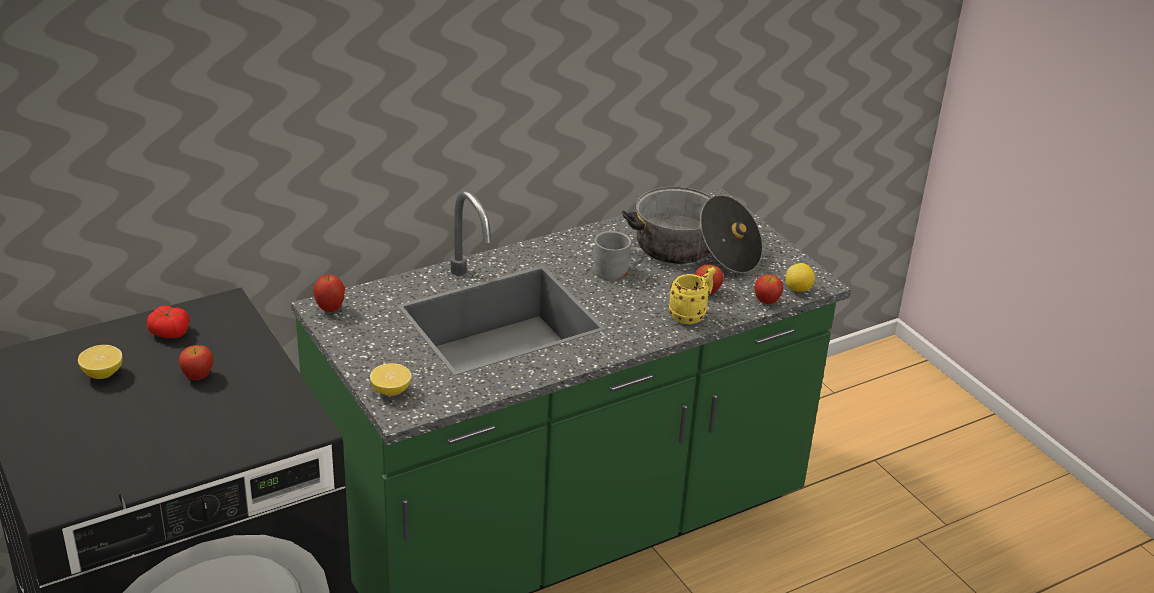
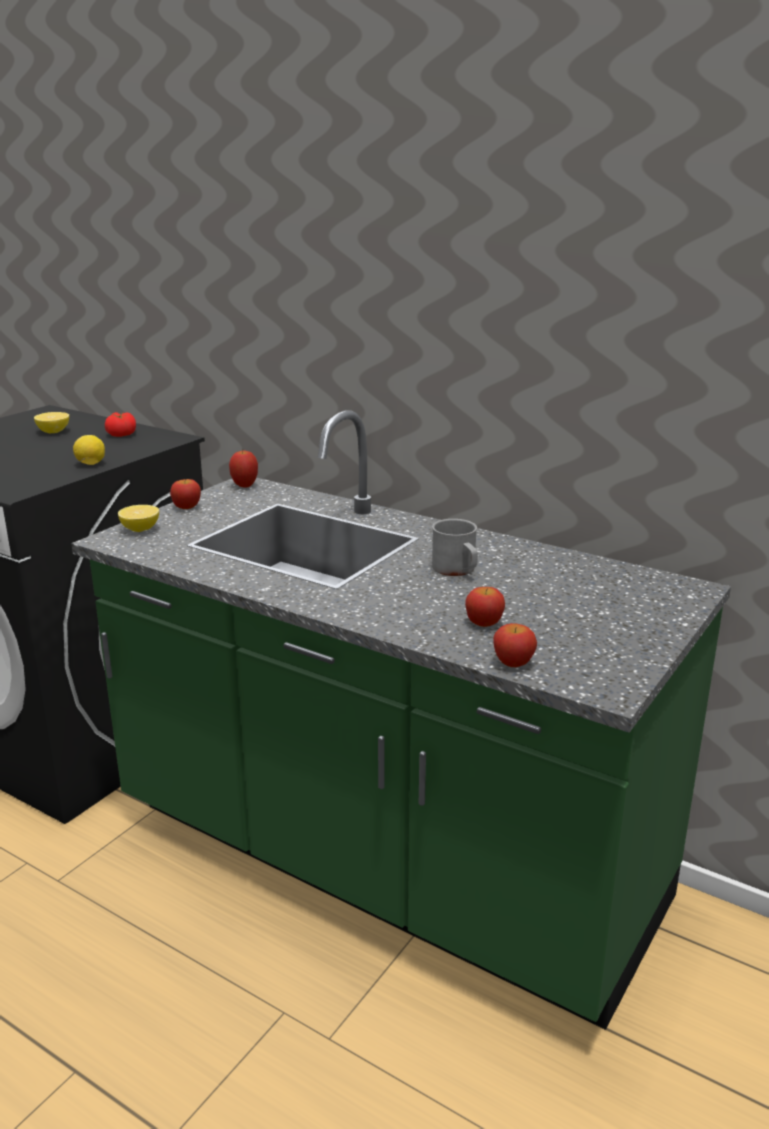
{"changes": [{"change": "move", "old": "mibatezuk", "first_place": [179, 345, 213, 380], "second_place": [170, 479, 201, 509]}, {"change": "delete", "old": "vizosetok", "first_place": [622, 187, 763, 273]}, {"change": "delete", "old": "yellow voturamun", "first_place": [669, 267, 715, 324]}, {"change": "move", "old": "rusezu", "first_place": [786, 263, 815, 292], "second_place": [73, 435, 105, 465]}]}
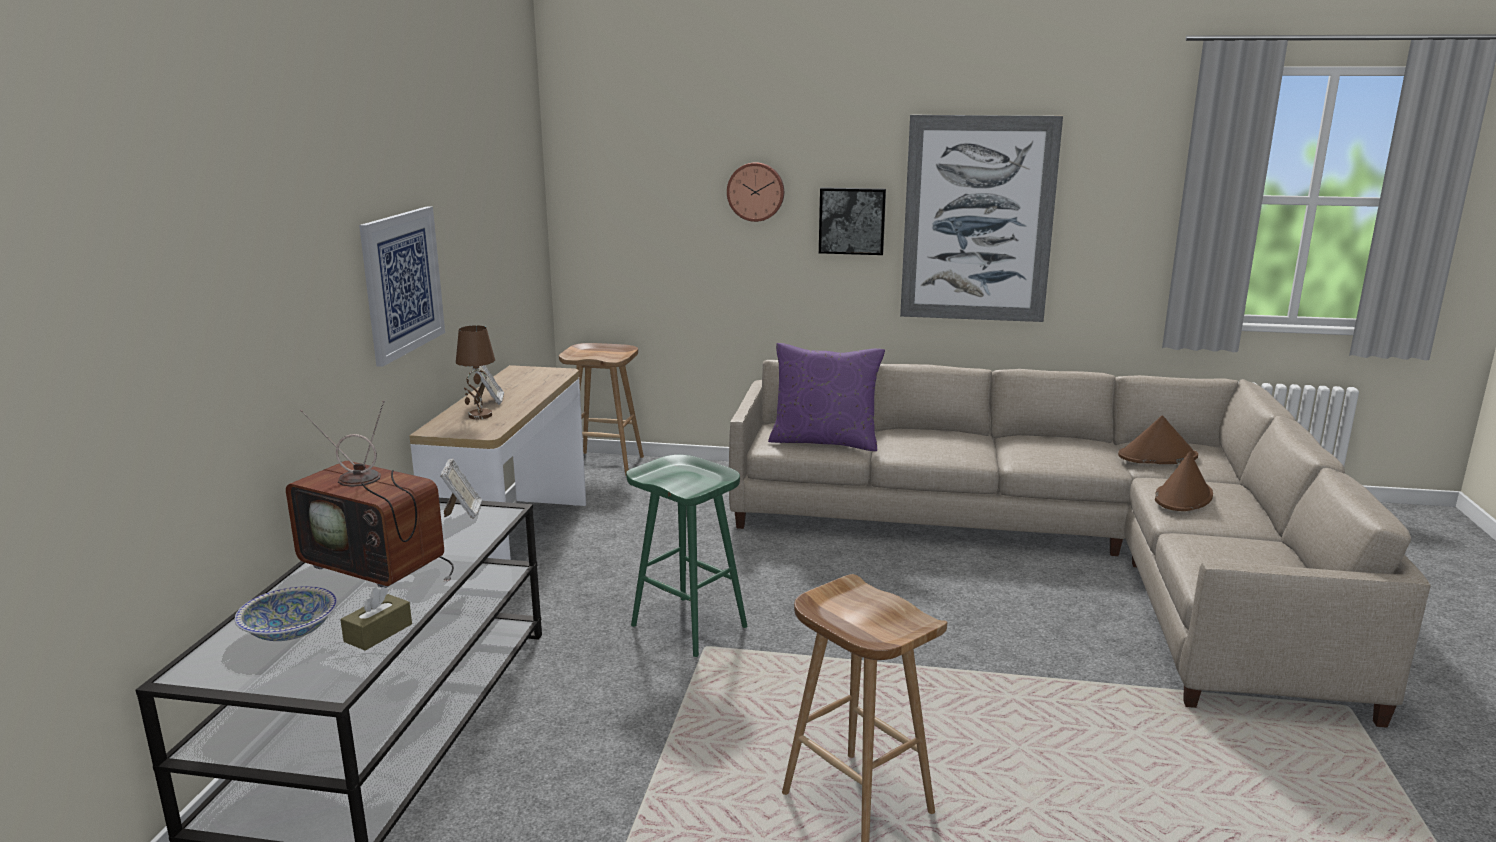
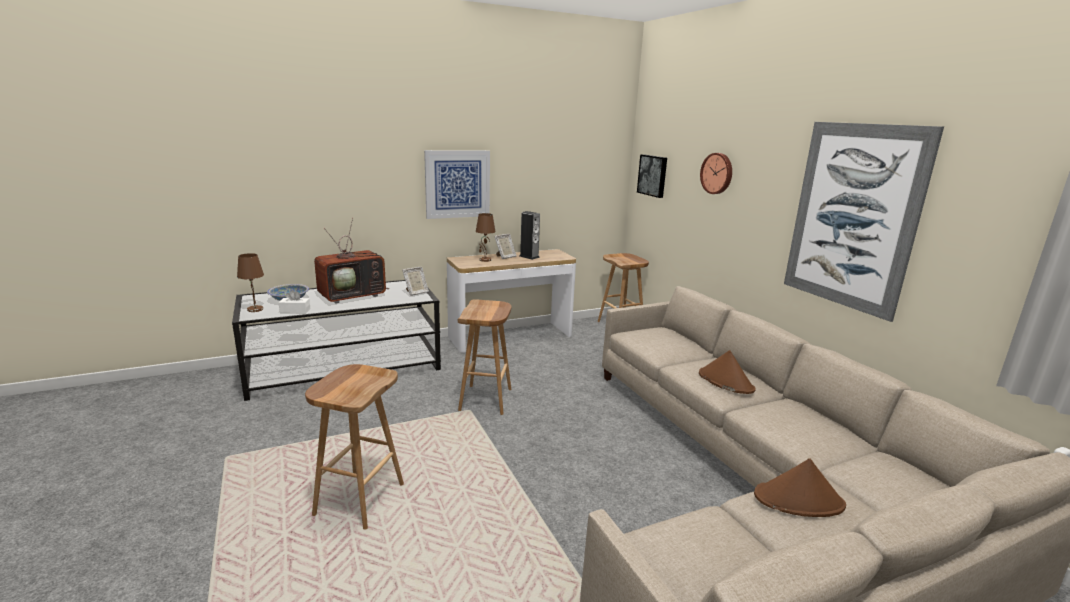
{"changes": [{"change": "rotate", "old": "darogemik", "first_place": [286, 400, 454, 588], "second_place": [314, 218, 390, 304], "degrees": -120}, {"change": "recolor", "old": "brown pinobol", "new": "white pinobol", "first_place": [340, 587, 412, 651], "second_place": [278, 290, 310, 313]}, {"change": "recolor", "old": "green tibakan", "new": "brown tibakan", "first_place": [626, 455, 747, 657], "second_place": [458, 299, 512, 415]}, {"change": "delete", "old": "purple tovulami", "first_place": [768, 343, 885, 451]}, {"change": "move", "old": "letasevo", "first_place": [819, 187, 886, 255], "second_place": [637, 154, 667, 198]}, {"change": "move", "old": "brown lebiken", "first_place": [1118, 416, 1198, 464], "second_place": [699, 350, 756, 394]}, {"change": "insert", "new": "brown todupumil", "second_place": [237, 253, 264, 312]}, {"change": "insert", "new": "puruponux", "second_place": [520, 211, 540, 260]}]}
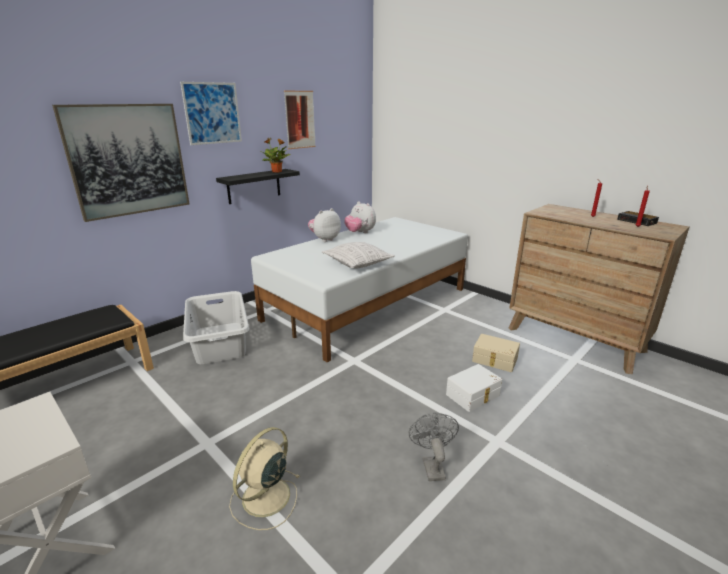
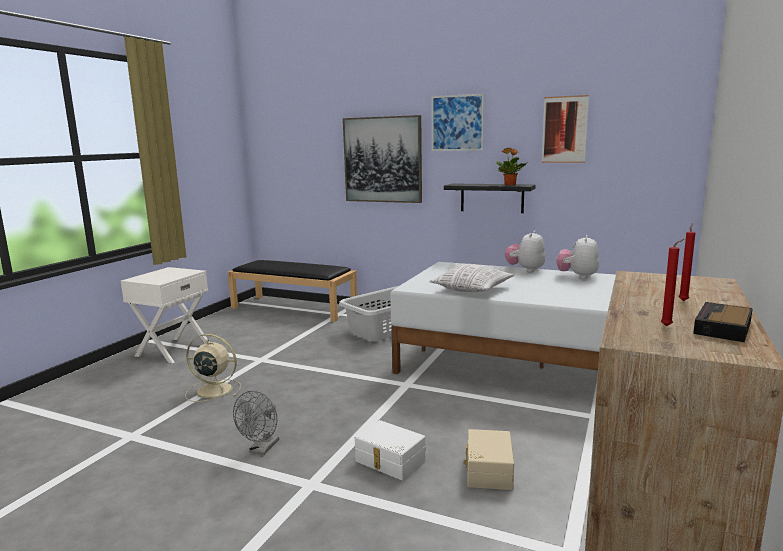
{"changes": [{"change": "rotate", "old": "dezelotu", "first_place": [308, 208, 341, 242], "second_place": [505, 231, 546, 272], "degrees": -90}, {"change": "rotate", "old": "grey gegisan", "first_place": [409, 413, 459, 481], "second_place": [233, 391, 279, 455], "degrees": 135}]}
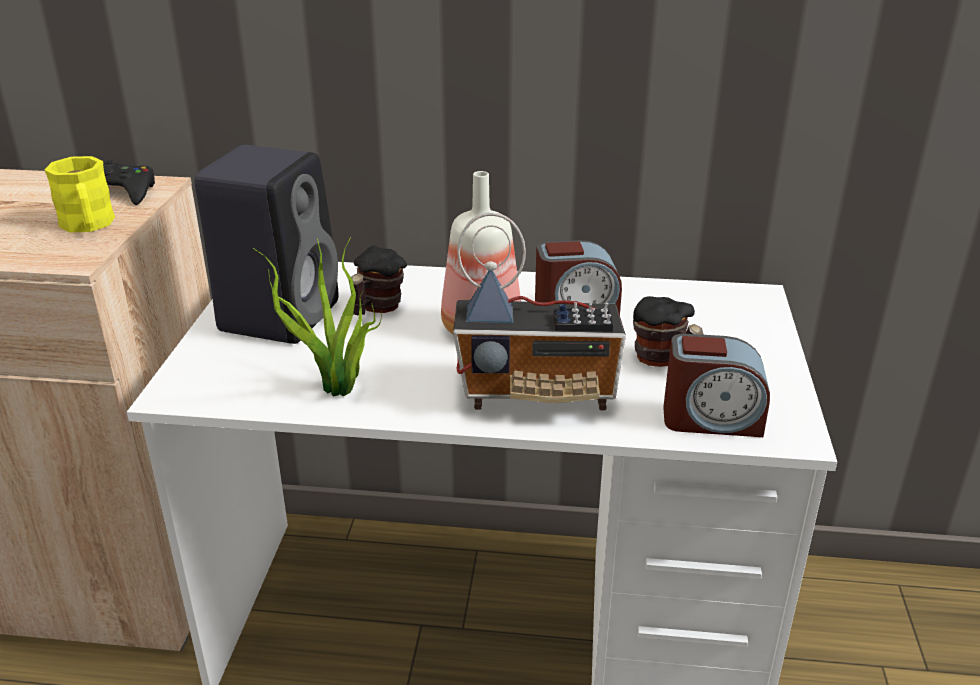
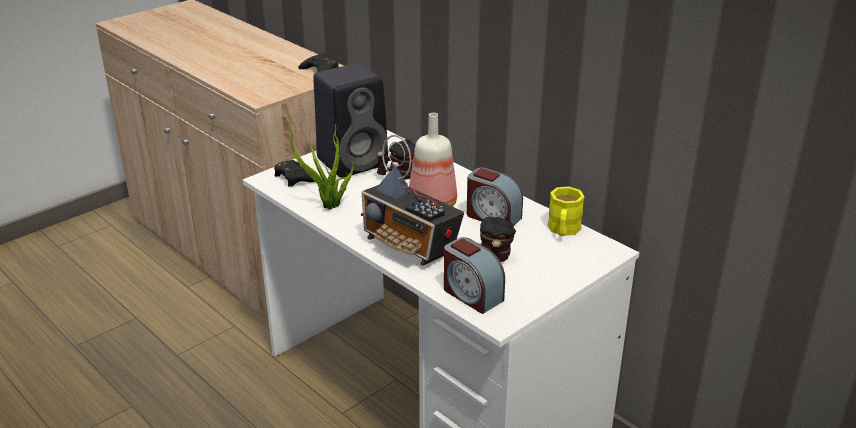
{"changes": [{"change": "move", "old": "yellow voturamun", "first_place": [45, 156, 115, 233], "second_place": [548, 186, 585, 236]}, {"change": "insert", "new": "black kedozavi", "second_place": [274, 160, 315, 187]}]}
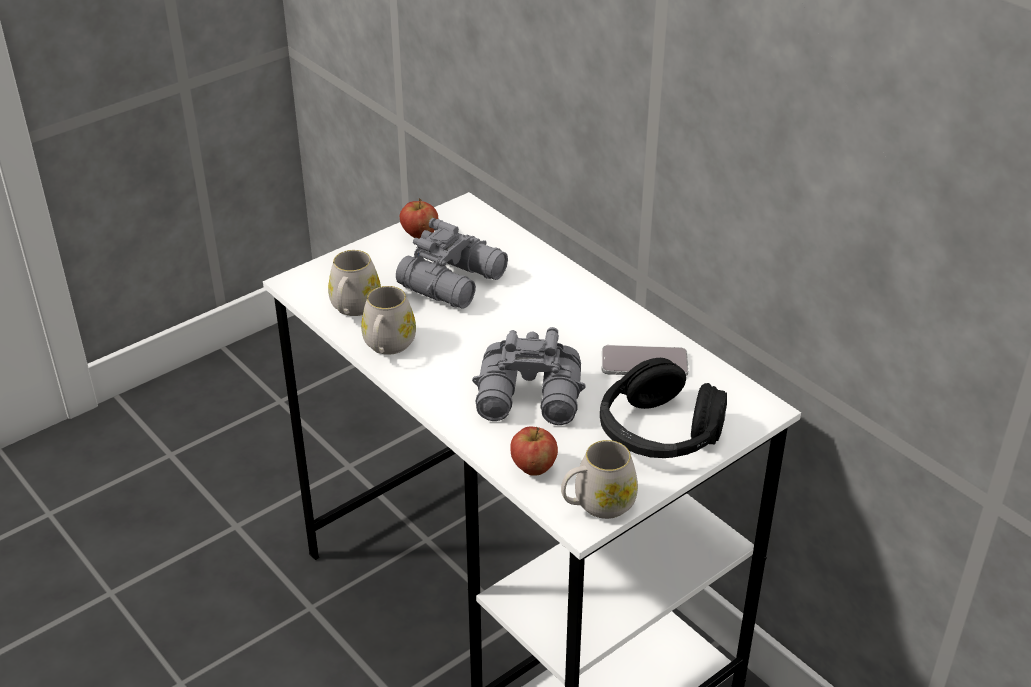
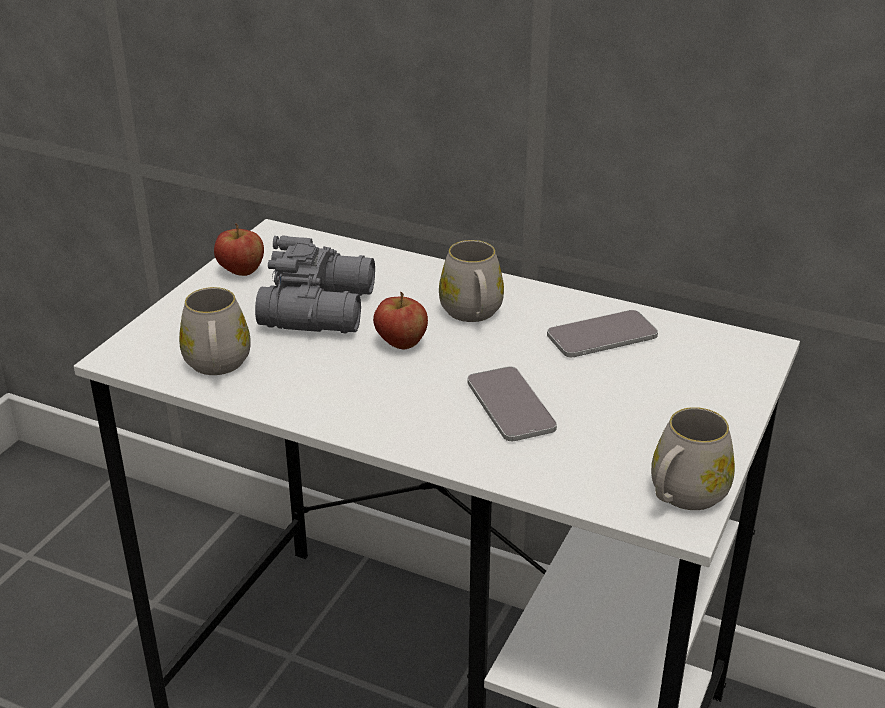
{"changes": [{"change": "move", "old": "white voturamun", "first_place": [361, 286, 416, 355], "second_place": [439, 240, 504, 322]}, {"change": "replace", "old": "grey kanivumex", "new": "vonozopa", "first_place": [472, 327, 586, 425], "second_place": [467, 366, 557, 441]}, {"change": "move", "old": "mibatezuk", "first_place": [510, 426, 558, 476], "second_place": [373, 292, 428, 350]}, {"change": "delete", "old": "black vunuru", "first_place": [600, 358, 727, 458]}]}
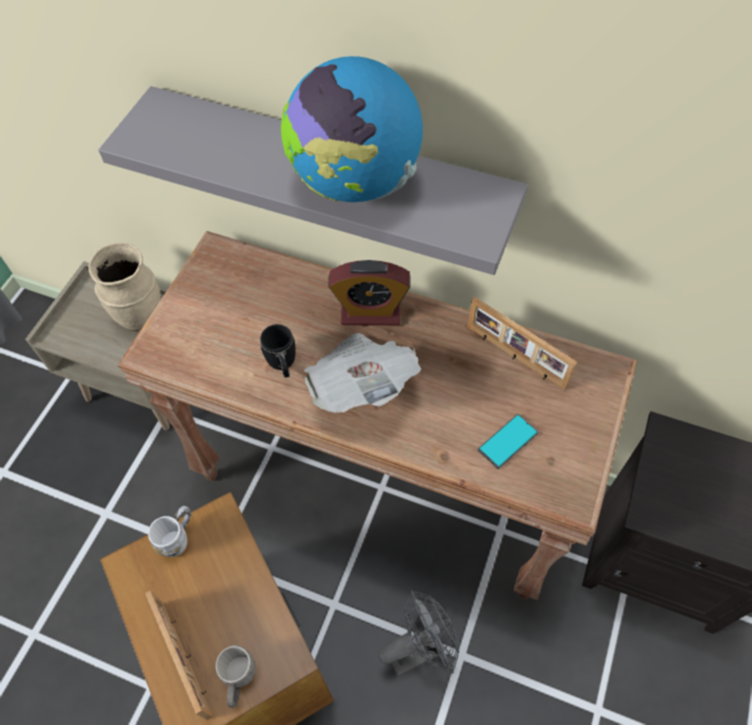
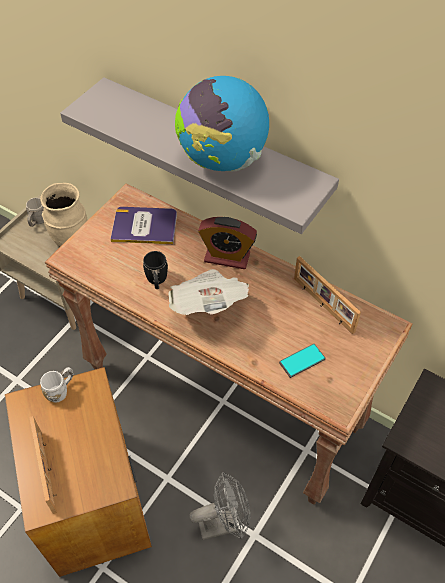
{"changes": [{"change": "move", "old": "grey voturamun", "first_place": [216, 644, 256, 708], "second_place": [26, 198, 44, 227]}, {"change": "insert", "new": "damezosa", "second_place": [111, 207, 177, 244]}]}
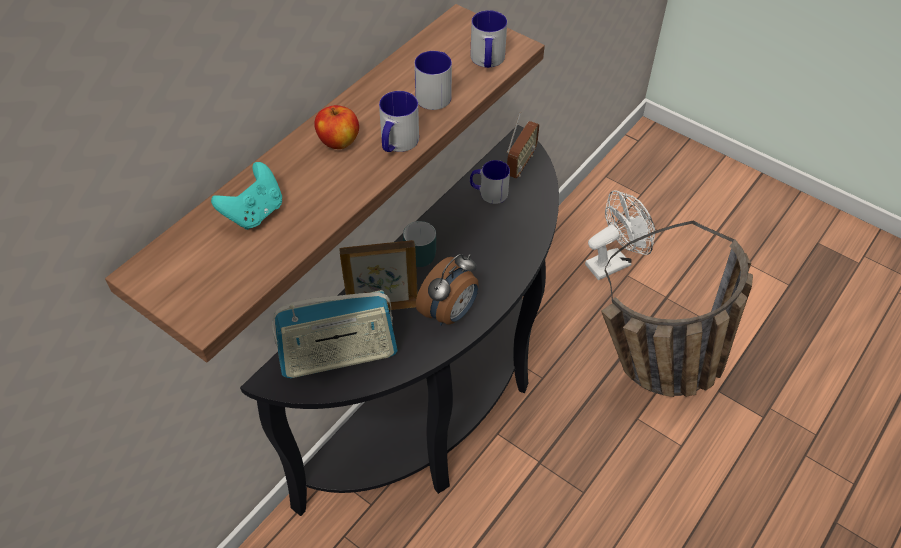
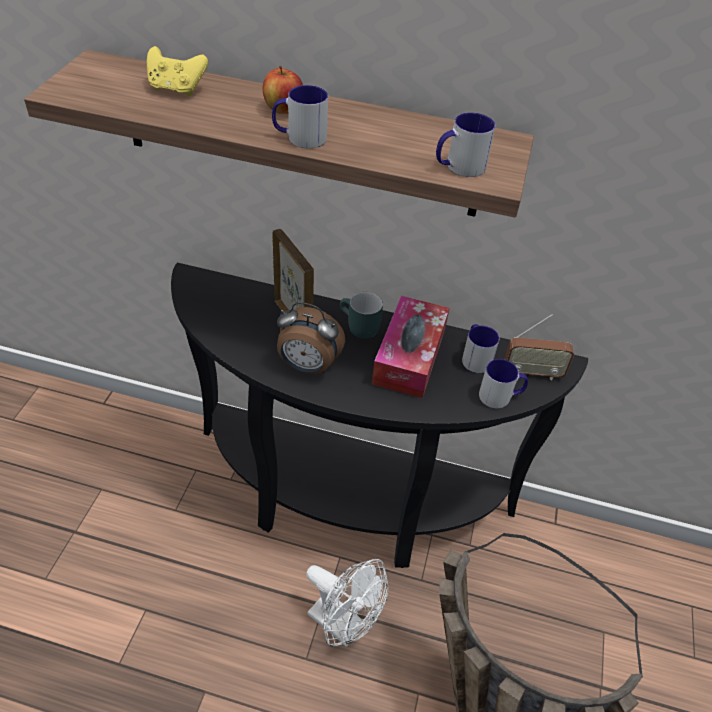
{"changes": [{"change": "recolor", "old": "turquoise kedozavi", "new": "yellow kedozavi", "first_place": [211, 162, 282, 230], "second_place": [147, 46, 208, 96]}, {"change": "delete", "old": "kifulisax", "first_place": [272, 290, 398, 378]}, {"change": "move", "old": "voturamun", "first_place": [414, 51, 452, 110], "second_place": [479, 359, 528, 408]}, {"change": "move", "old": "white gegisan", "first_place": [585, 190, 655, 280], "second_place": [306, 559, 389, 647]}, {"change": "insert", "new": "pinobol", "second_place": [372, 296, 450, 398]}]}
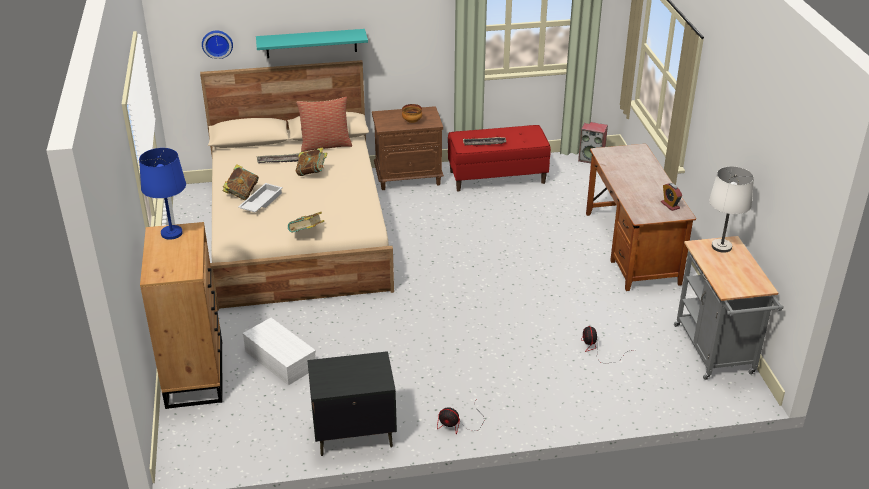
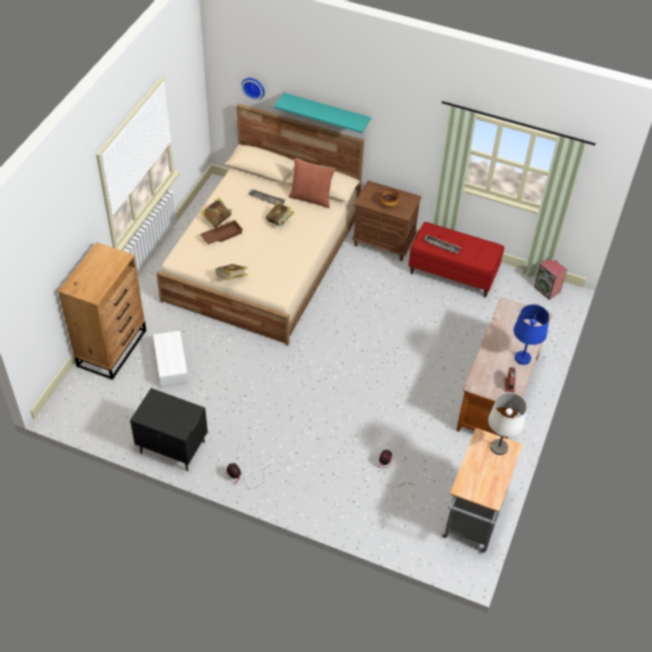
{"changes": [{"change": "move", "old": "blue todupumil", "first_place": [139, 148, 186, 240], "second_place": [514, 304, 549, 365]}, {"change": "recolor", "old": "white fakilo", "new": "brown fakilo", "first_place": [238, 183, 283, 213], "second_place": [200, 220, 243, 245]}]}
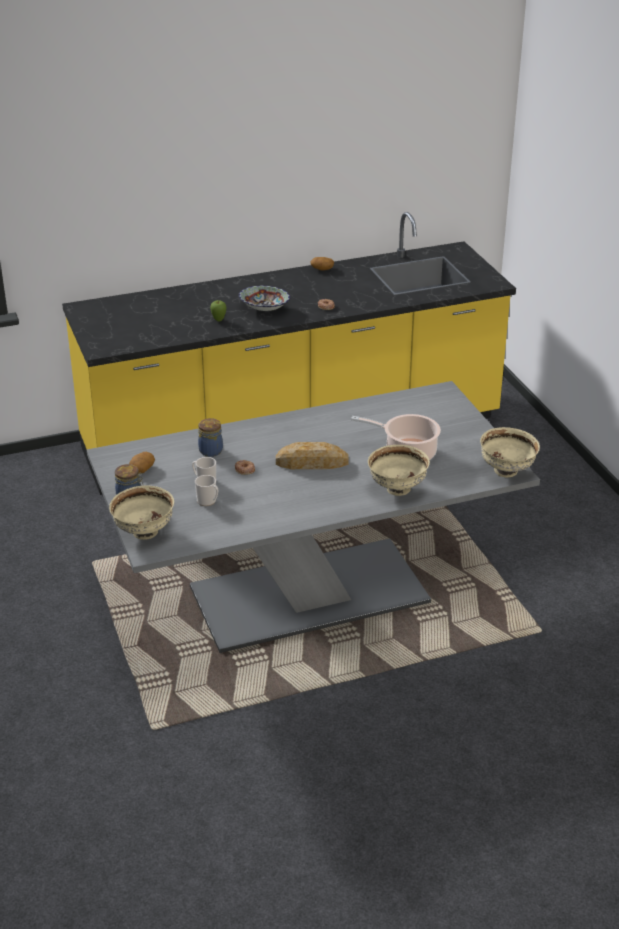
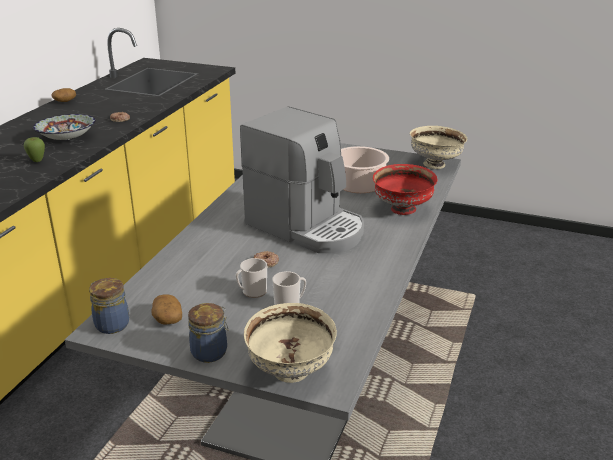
{"changes": [{"change": "move", "old": "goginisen", "first_place": [198, 418, 223, 457], "second_place": [89, 278, 129, 334]}, {"change": "replace", "old": "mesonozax", "new": "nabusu", "first_place": [276, 442, 349, 469], "second_place": [240, 107, 364, 253]}, {"change": "recolor", "old": "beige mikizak", "new": "red mikizak", "first_place": [368, 445, 430, 496], "second_place": [373, 164, 438, 215]}]}
